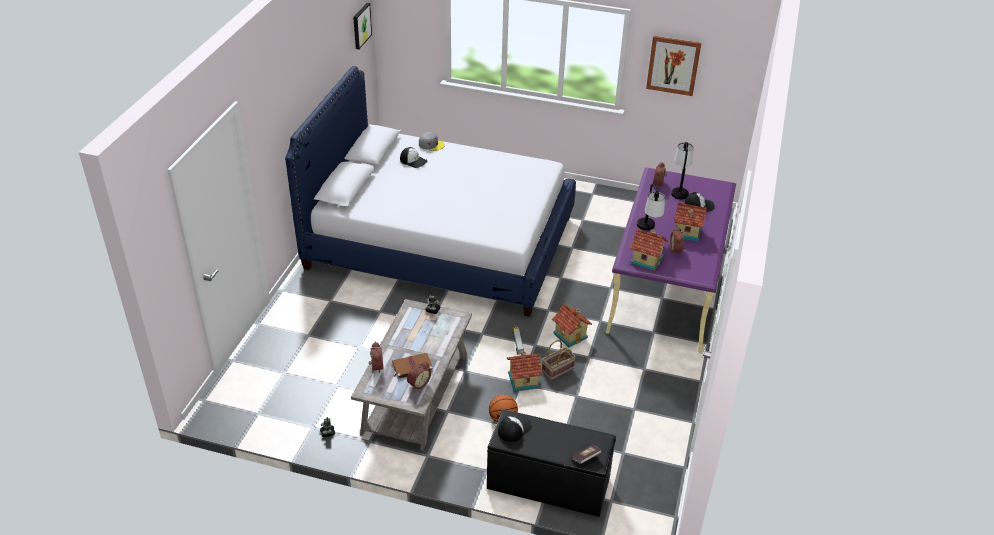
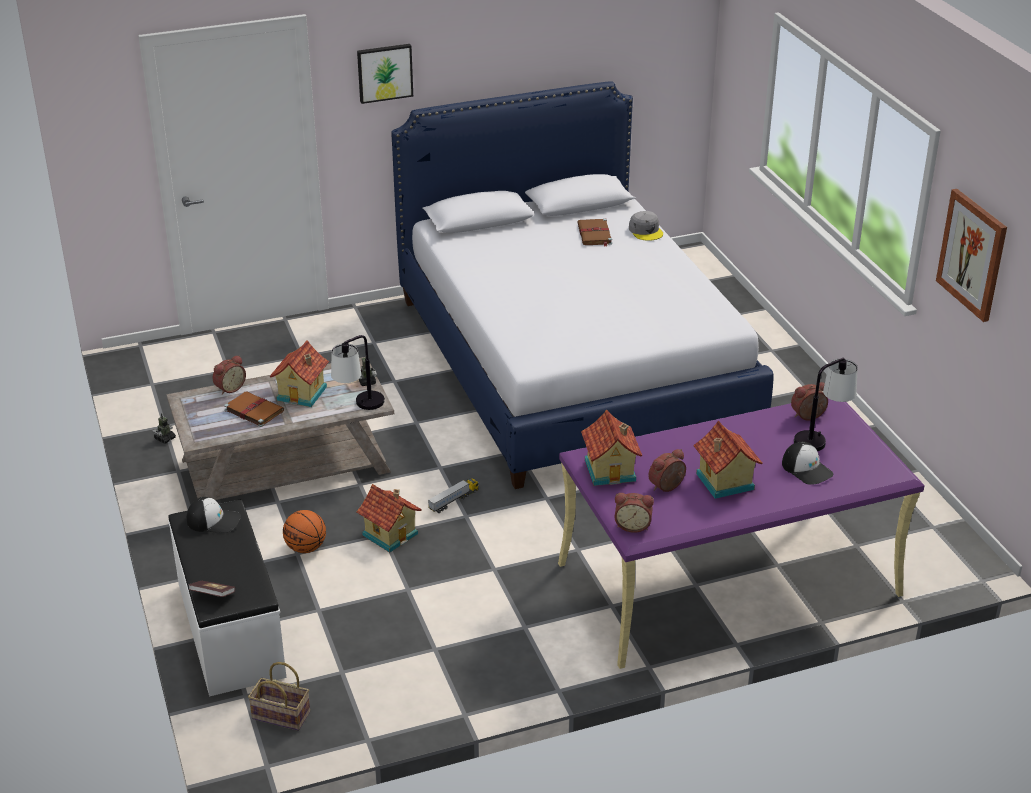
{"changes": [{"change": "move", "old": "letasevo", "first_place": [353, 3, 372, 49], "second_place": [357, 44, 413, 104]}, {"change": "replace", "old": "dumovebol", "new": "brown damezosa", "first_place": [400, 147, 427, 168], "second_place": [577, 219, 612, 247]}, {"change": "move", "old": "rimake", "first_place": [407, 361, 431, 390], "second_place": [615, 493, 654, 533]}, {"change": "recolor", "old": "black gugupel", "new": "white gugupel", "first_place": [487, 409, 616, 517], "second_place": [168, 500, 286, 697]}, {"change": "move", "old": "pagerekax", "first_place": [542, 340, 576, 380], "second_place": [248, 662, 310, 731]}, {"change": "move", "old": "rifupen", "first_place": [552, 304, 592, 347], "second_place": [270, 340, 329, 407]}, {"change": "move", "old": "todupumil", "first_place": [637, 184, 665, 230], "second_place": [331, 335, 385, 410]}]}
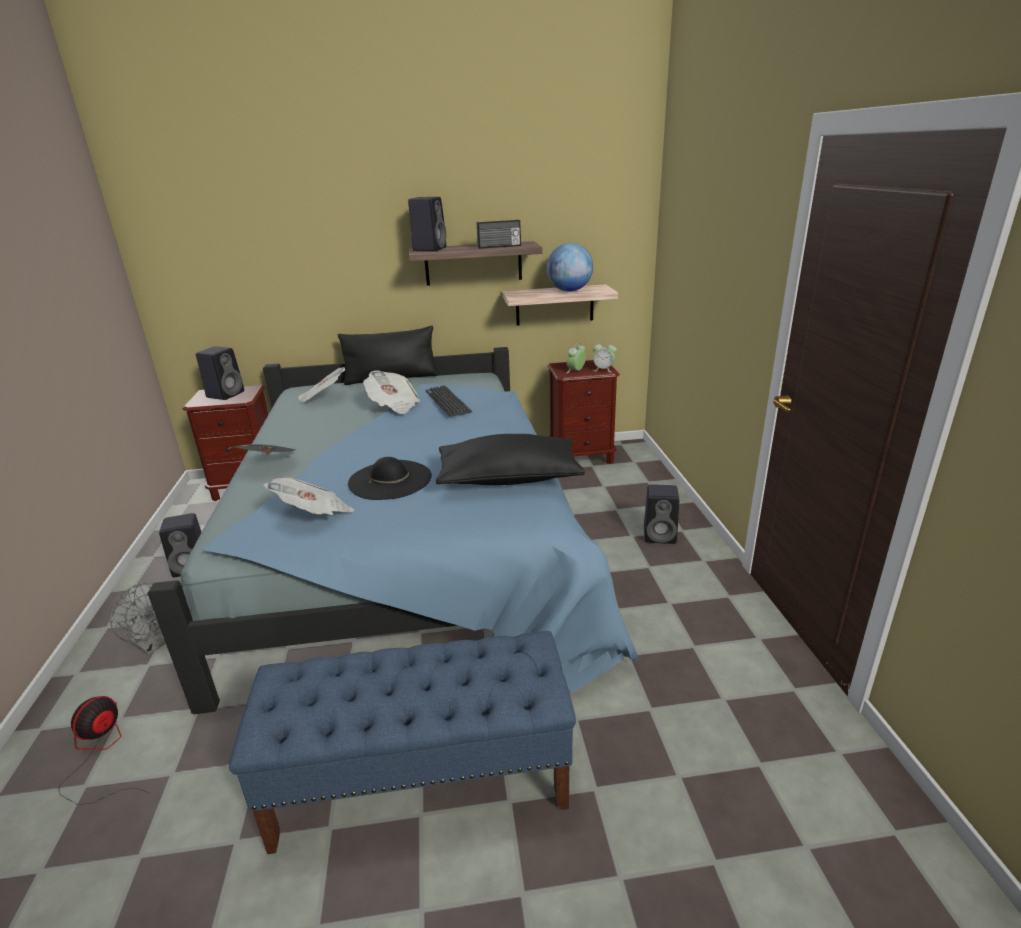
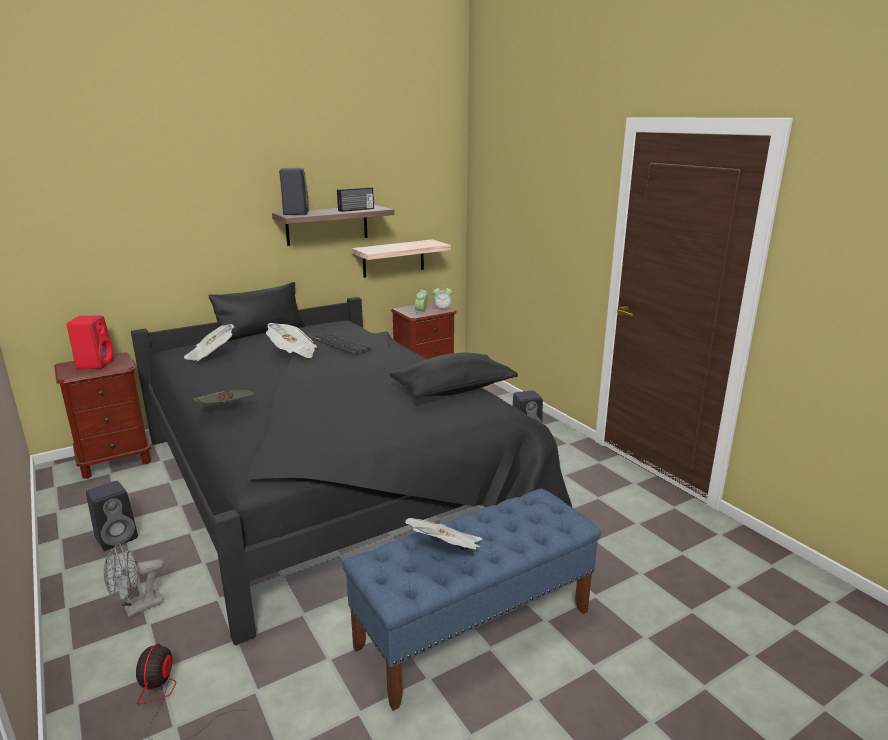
{"changes": [{"change": "rotate", "old": "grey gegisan", "first_place": [110, 582, 166, 655], "second_place": [104, 543, 164, 617], "degrees": 135}, {"change": "recolor", "old": "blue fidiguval", "new": "black fidiguval", "first_place": [148, 347, 639, 714], "second_place": [131, 297, 572, 645]}, {"change": "recolor", "old": "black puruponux", "new": "red puruponux", "first_place": [196, 346, 244, 400], "second_place": [67, 316, 114, 369]}, {"change": "move", "old": "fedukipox", "first_place": [263, 477, 355, 515], "second_place": [405, 518, 482, 550]}, {"change": "delete", "old": "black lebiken", "first_place": [348, 457, 432, 500]}, {"change": "delete", "old": "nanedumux", "first_place": [547, 243, 593, 291]}]}
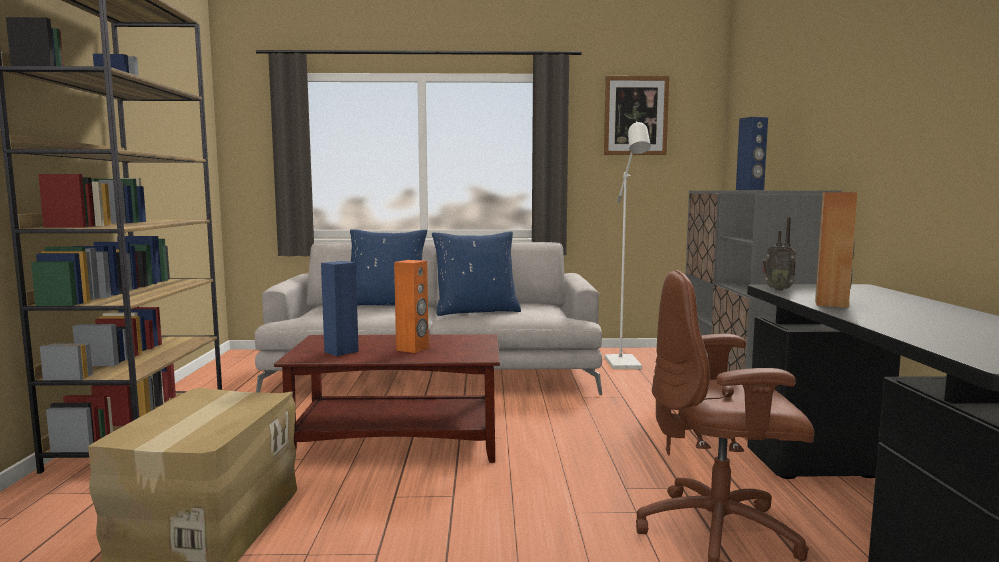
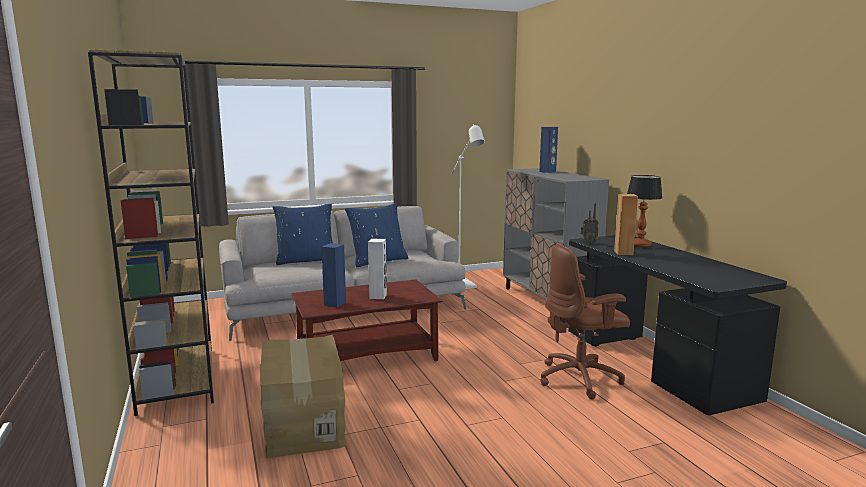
{"changes": [{"change": "recolor", "old": "orange puruponux", "new": "white puruponux", "first_place": [394, 260, 429, 353], "second_place": [368, 239, 387, 299]}, {"change": "delete", "old": "letasevo", "first_place": [604, 76, 669, 155]}, {"change": "insert", "new": "todupumil", "second_place": [627, 175, 662, 247]}]}
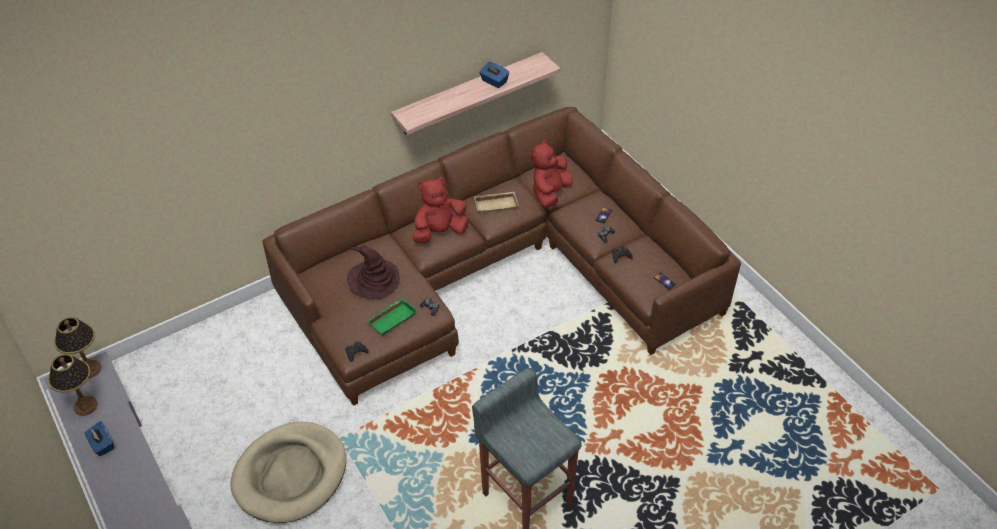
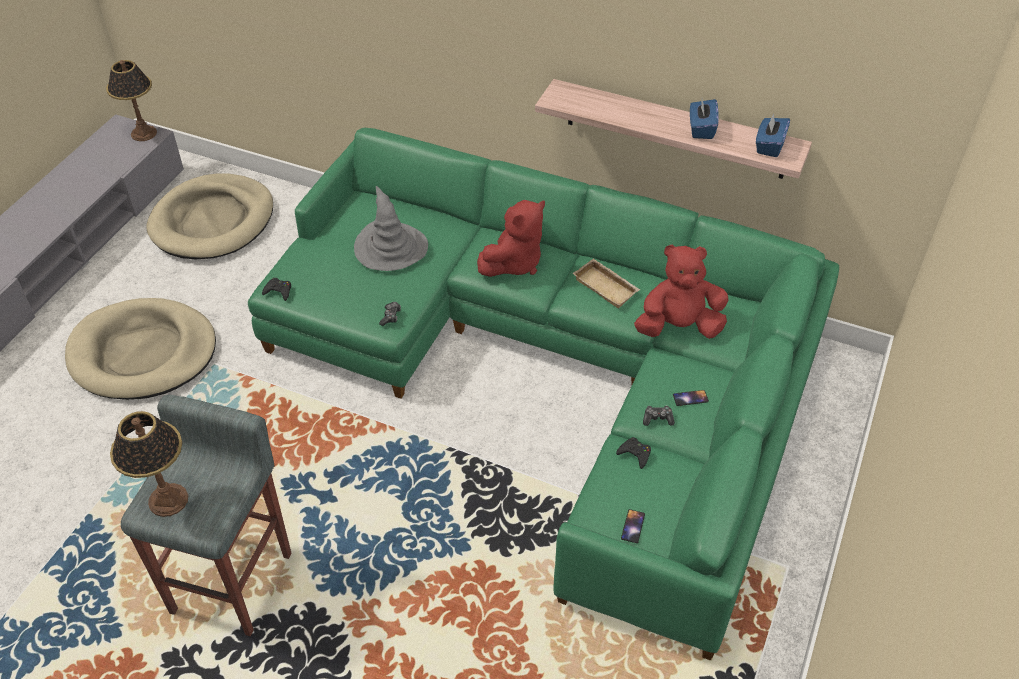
{"changes": [{"change": "move", "old": "todupumil", "first_place": [48, 354, 98, 416], "second_place": [110, 411, 188, 517]}, {"change": "move", "old": "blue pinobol", "first_place": [85, 421, 114, 456], "second_place": [756, 113, 790, 157]}, {"change": "recolor", "old": "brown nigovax", "new": "green nigovax", "first_place": [263, 107, 741, 406], "second_place": [248, 128, 839, 661]}, {"change": "recolor", "old": "brown lebiken", "new": "grey lebiken", "first_place": [347, 246, 400, 299], "second_place": [354, 186, 428, 271]}, {"change": "delete", "old": "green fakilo", "first_place": [367, 298, 417, 335]}, {"change": "rotate", "old": "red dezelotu", "first_place": [412, 177, 469, 243], "second_place": [477, 200, 545, 277], "degrees": 105}, {"change": "insert", "new": "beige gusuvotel", "second_place": [147, 173, 273, 259]}]}
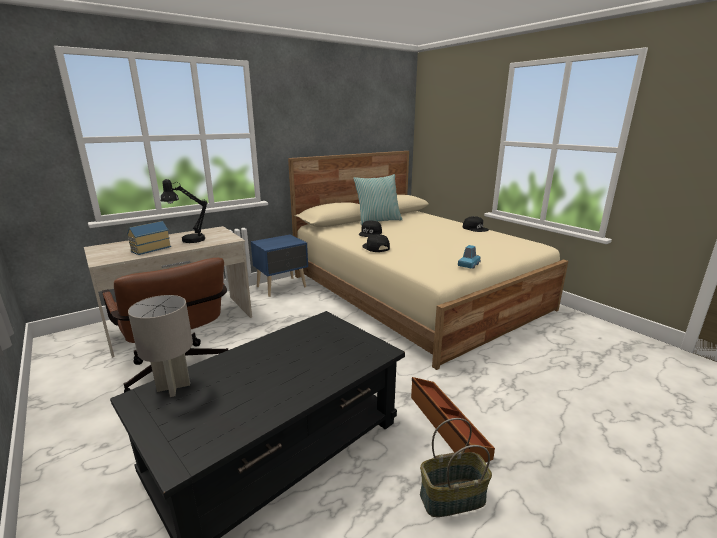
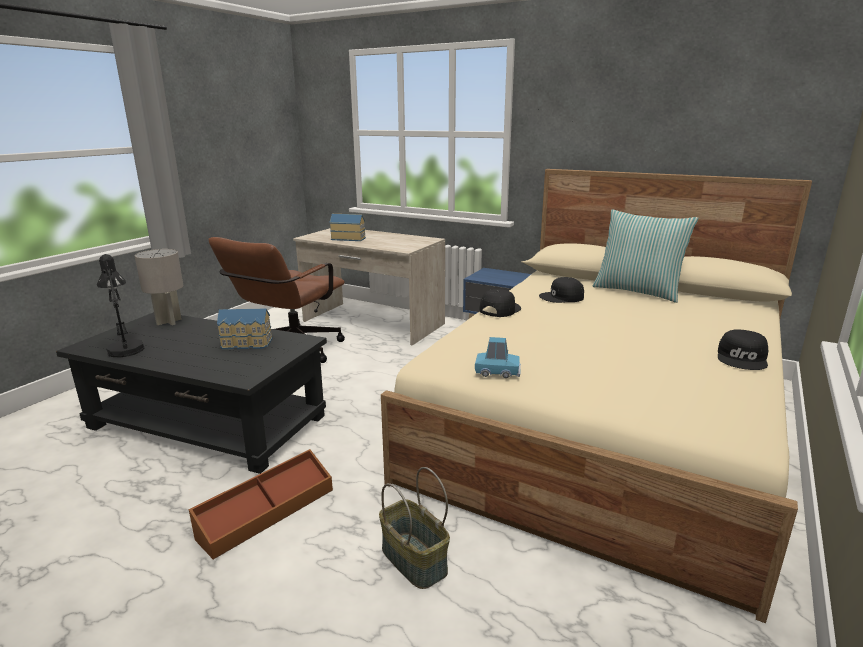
{"changes": [{"change": "move", "old": "black todupumil", "first_place": [160, 179, 207, 243], "second_place": [97, 254, 144, 357]}, {"change": "move", "old": "pagerekax", "first_place": [420, 418, 492, 517], "second_place": [379, 467, 450, 589]}, {"change": "insert", "new": "rifupen", "second_place": [217, 309, 273, 350]}]}
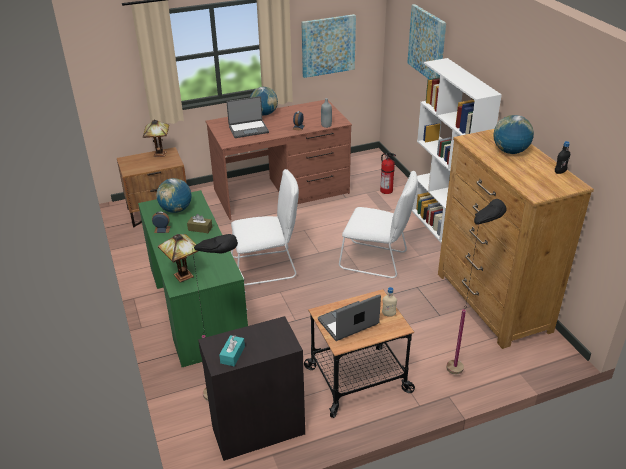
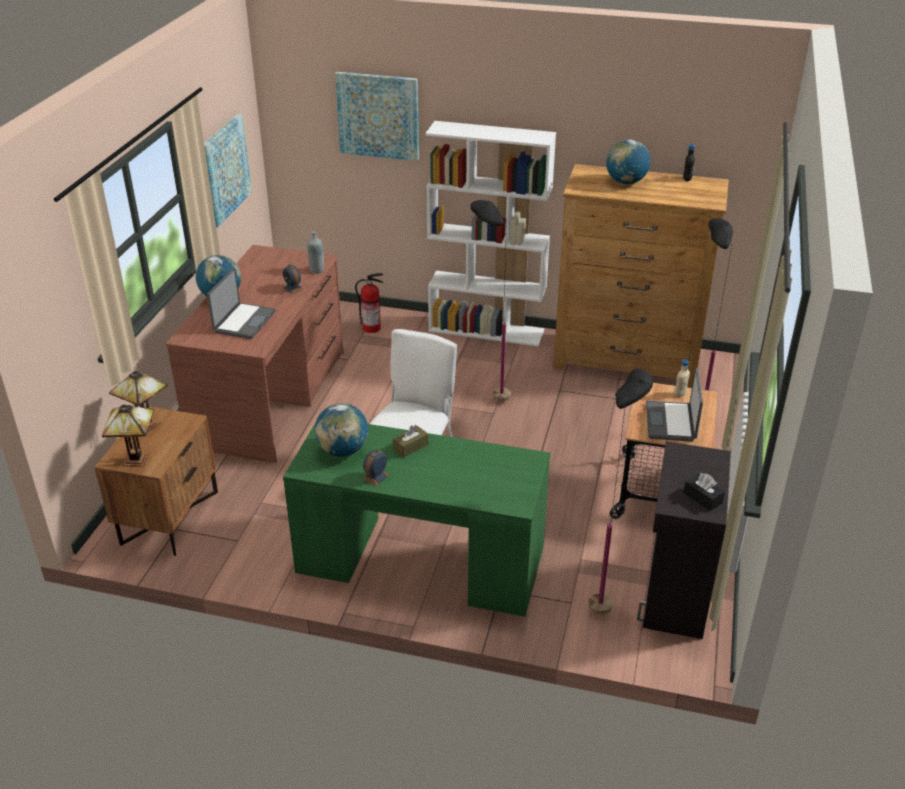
{"changes": [{"change": "move", "old": "todupumil", "first_place": [158, 234, 198, 283], "second_place": [102, 404, 154, 467]}, {"change": "recolor", "old": "turquoise pinobol", "new": "black pinobol", "first_place": [219, 335, 245, 366], "second_place": [683, 473, 725, 511]}, {"change": "replace", "old": "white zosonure", "new": "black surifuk", "first_place": [339, 171, 418, 278], "second_place": [470, 200, 511, 401]}]}
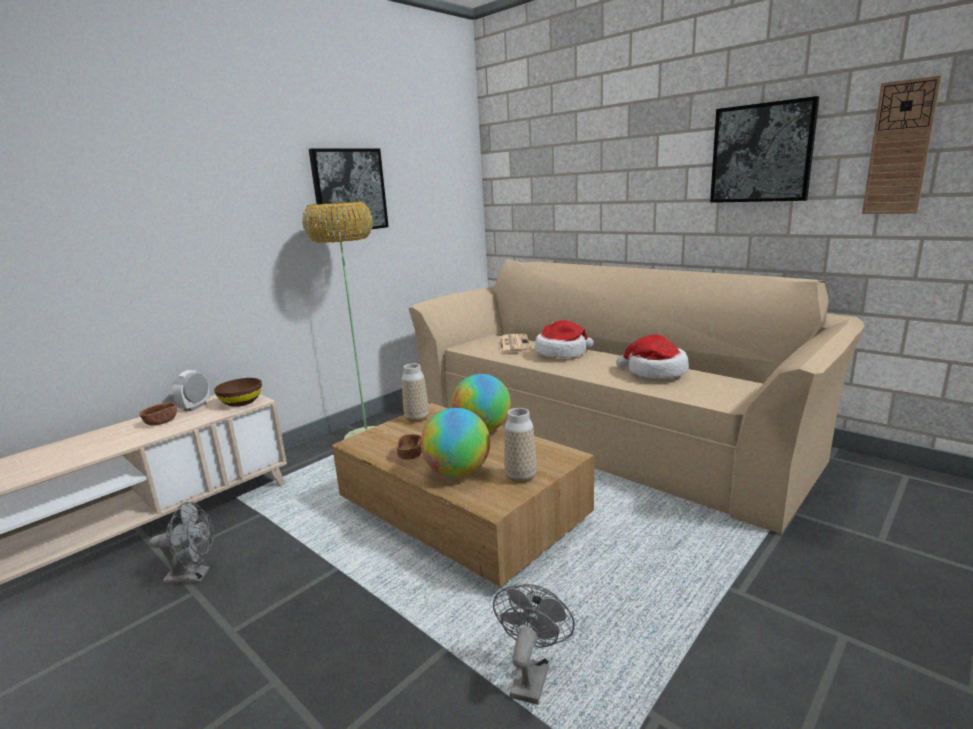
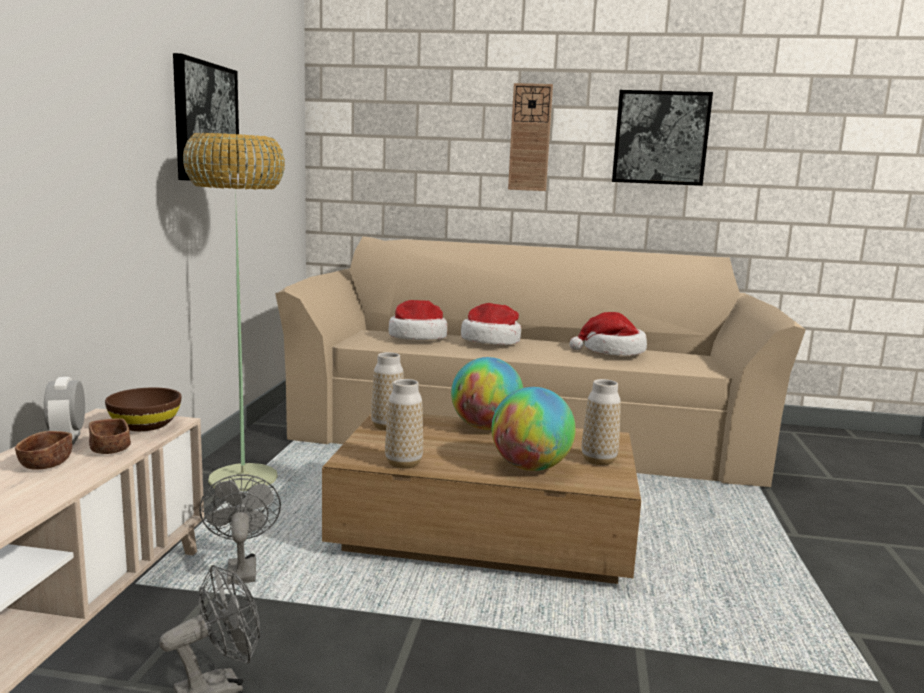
{"changes": [{"change": "move", "old": "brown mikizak", "first_place": [396, 434, 422, 460], "second_place": [89, 418, 131, 454]}, {"change": "move", "old": "grey gegisan", "first_place": [493, 584, 575, 705], "second_place": [199, 475, 281, 585]}, {"change": "replace", "old": "fedukipox", "new": "lebiken", "first_place": [499, 334, 531, 353], "second_place": [388, 300, 447, 340]}, {"change": "move", "old": "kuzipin", "first_place": [862, 75, 942, 214], "second_place": [508, 83, 553, 191]}, {"change": "insert", "new": "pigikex", "second_place": [385, 379, 423, 469]}]}
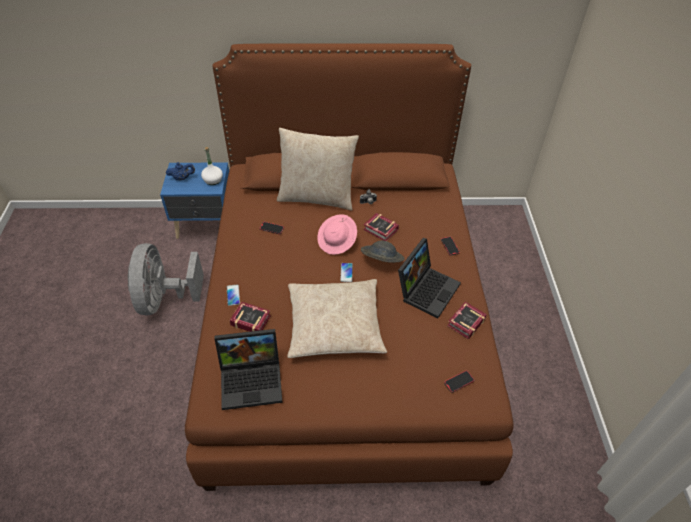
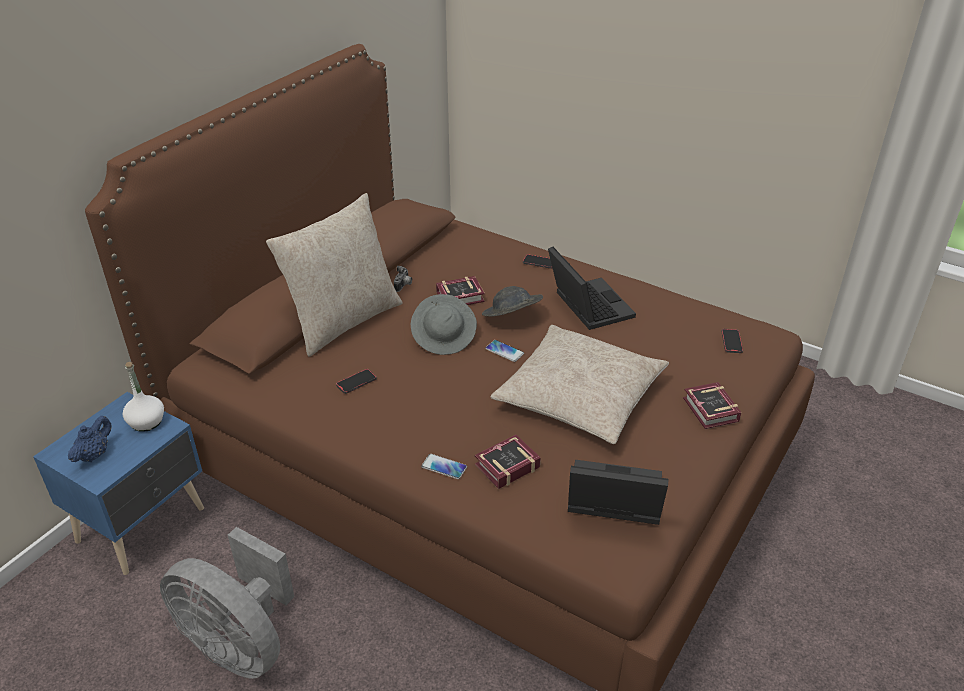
{"changes": [{"change": "rotate", "old": "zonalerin", "first_place": [214, 329, 283, 410], "second_place": [568, 460, 668, 525], "degrees": -105}, {"change": "recolor", "old": "pink lebiken", "new": "grey lebiken", "first_place": [317, 214, 357, 255], "second_place": [411, 294, 477, 355]}, {"change": "move", "old": "damezosa", "first_place": [447, 302, 487, 339], "second_place": [683, 382, 742, 429]}]}
